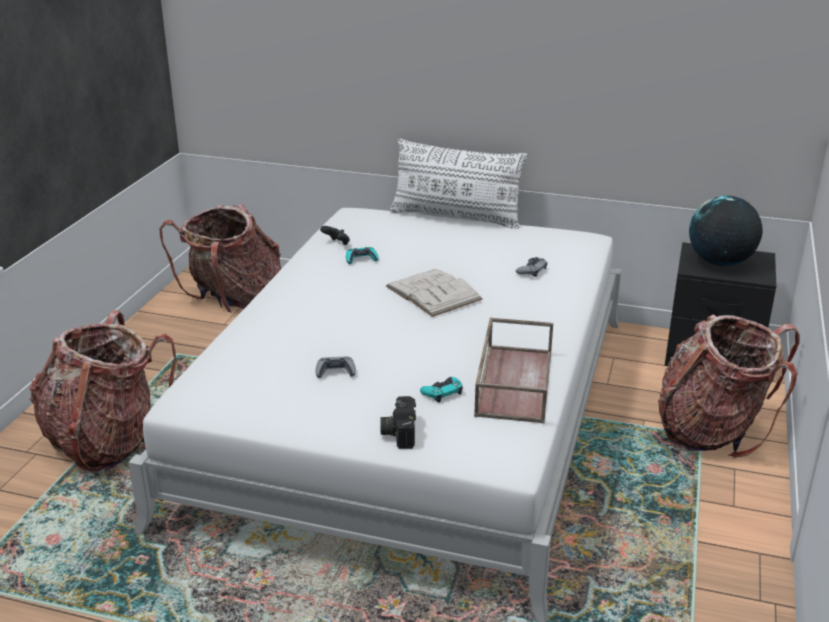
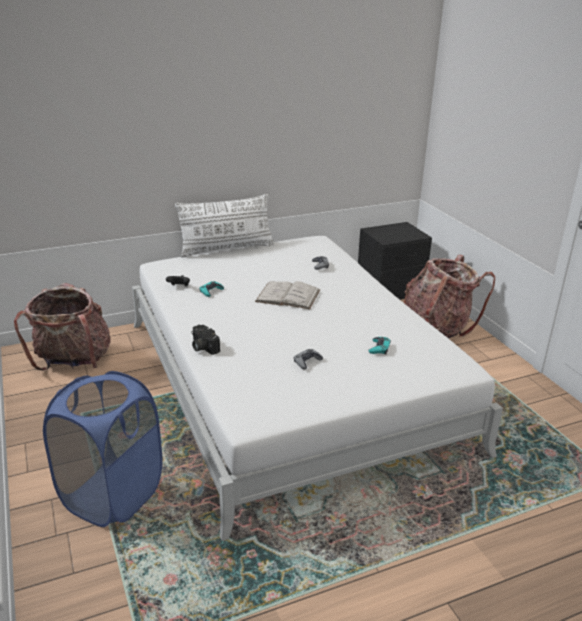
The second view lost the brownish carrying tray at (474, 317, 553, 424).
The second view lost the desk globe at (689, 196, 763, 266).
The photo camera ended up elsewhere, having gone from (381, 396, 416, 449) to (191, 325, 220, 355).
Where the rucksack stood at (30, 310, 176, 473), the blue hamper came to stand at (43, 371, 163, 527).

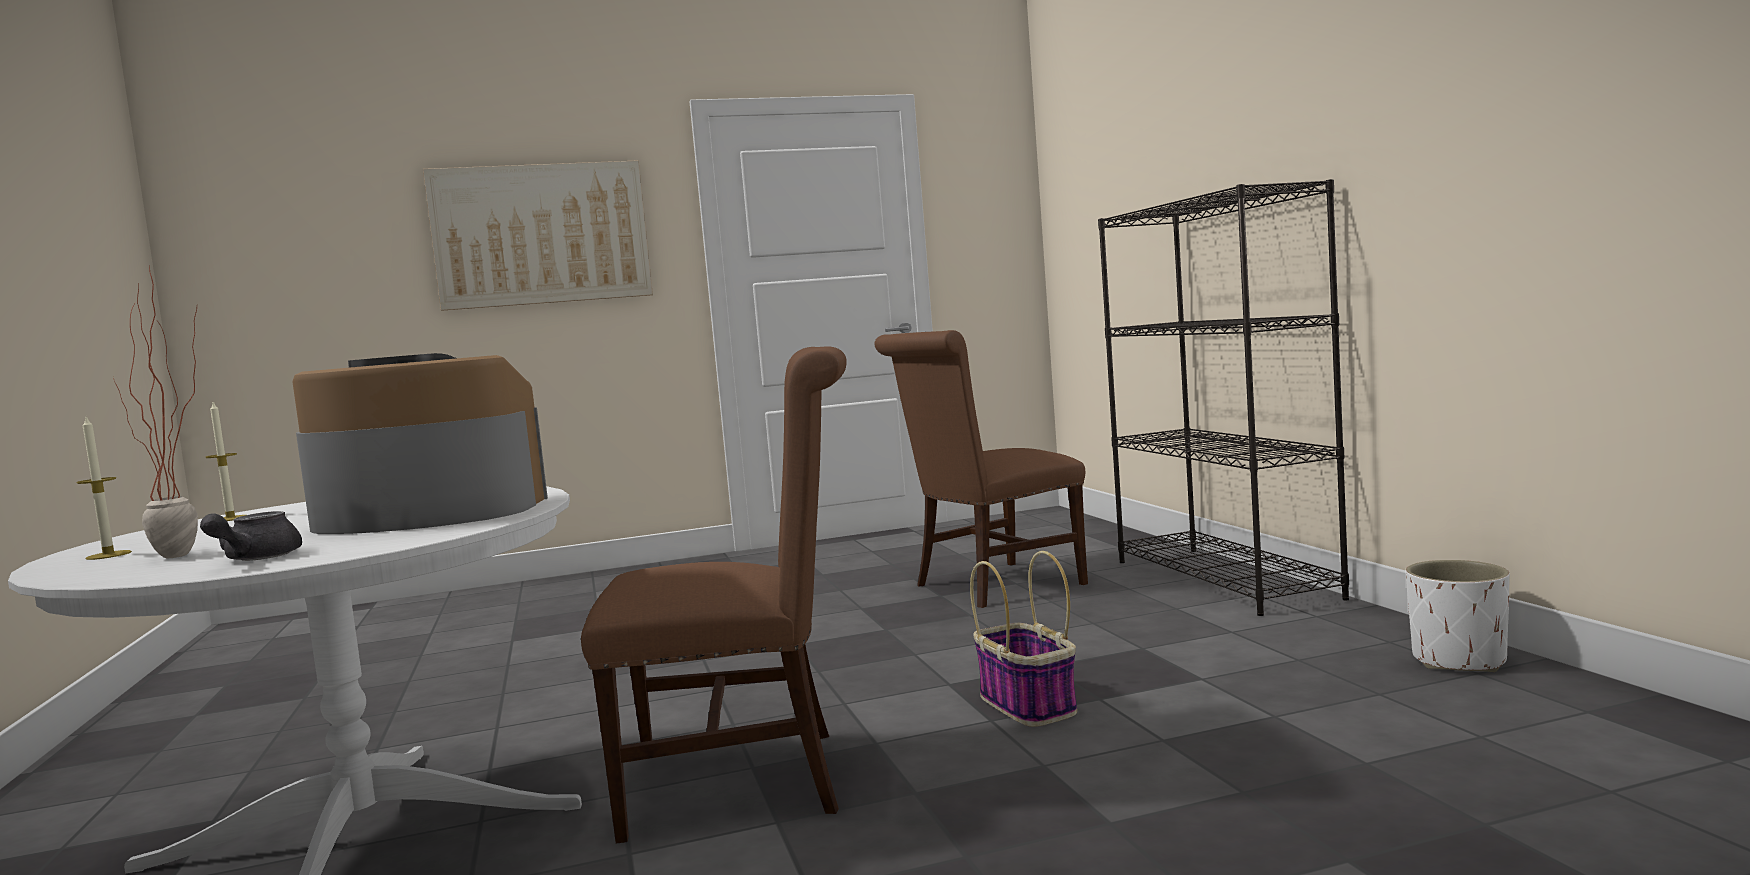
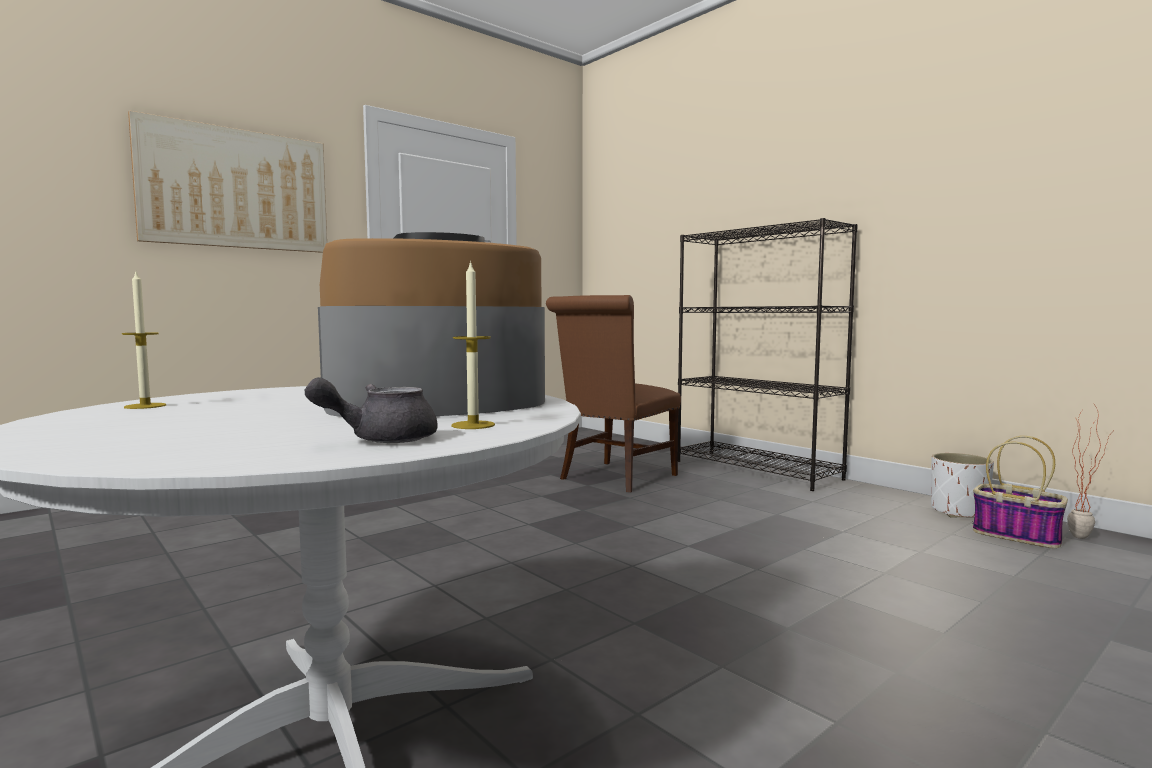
The second view lost the brownish upright chair at (581, 346, 847, 843).
The wax light ended up elsewhere, having gone from (76, 417, 132, 560) to (451, 260, 495, 429).
The potted plant ended up elsewhere, having gone from (113, 266, 198, 558) to (1067, 401, 1110, 539).
The household basket ended up elsewhere, having gone from (970, 551, 1077, 727) to (973, 436, 1068, 548).
The grey teapot at (200, 511, 302, 561) ended up facing another way, 75 degrees clockwise from before.

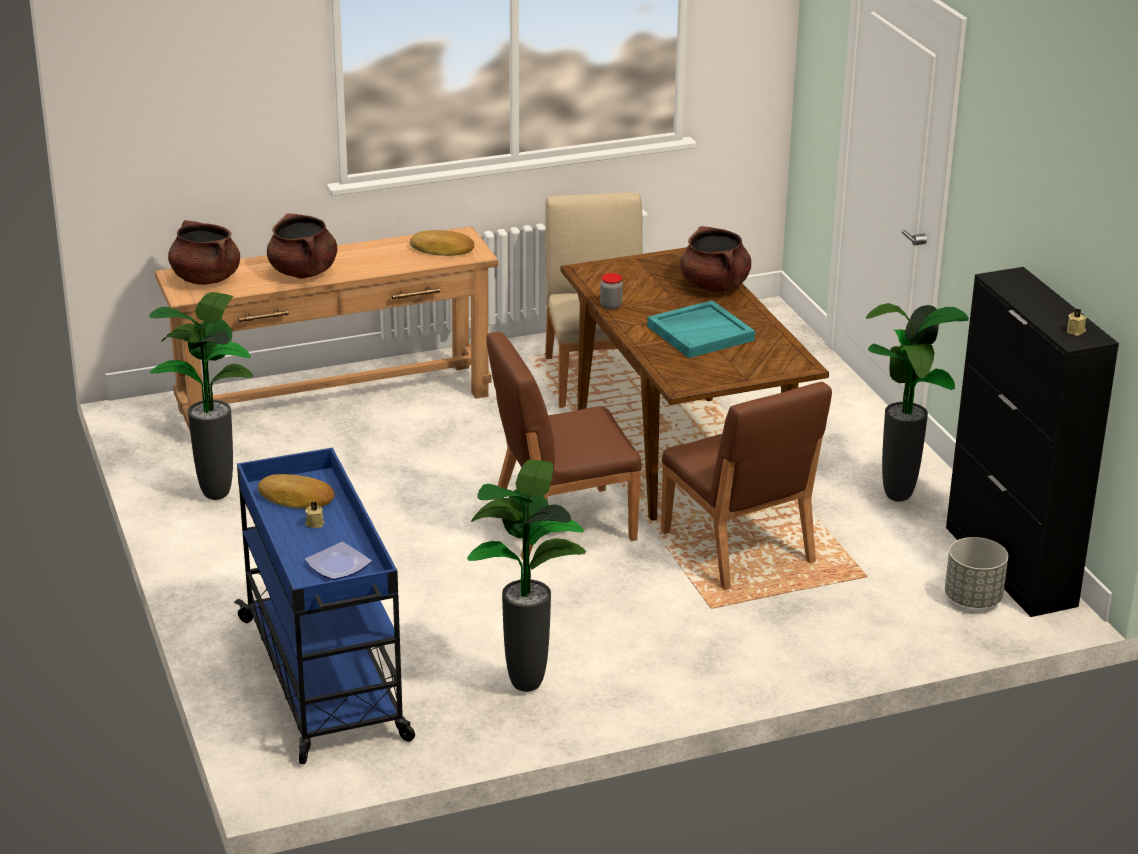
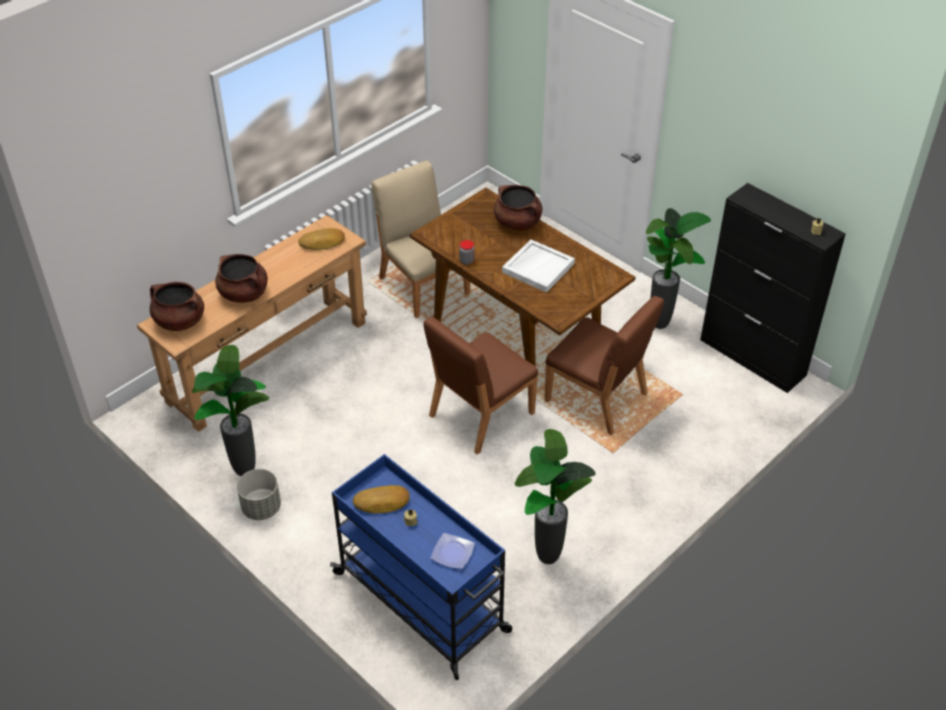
The grey plant pot ended up elsewhere, having gone from (945, 537, 1008, 608) to (237, 469, 281, 520).
What was the turquoise carrying tray at (647, 300, 755, 358) turned into the white-coloured carrying tray at (502, 240, 575, 293).

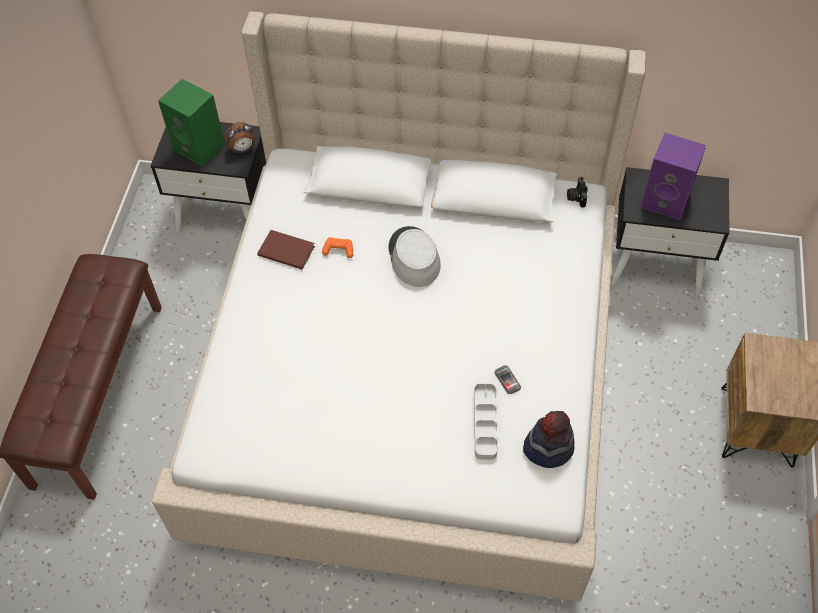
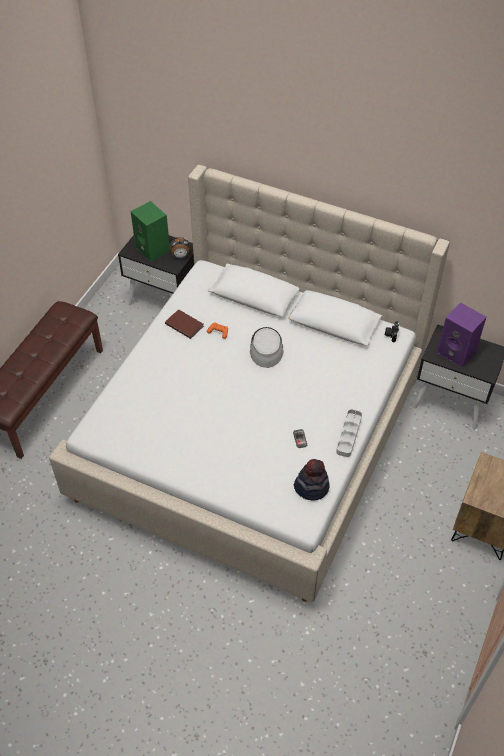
The grey carrying tray ended up elsewhere, having gone from (474, 384, 498, 460) to (336, 409, 362, 457).

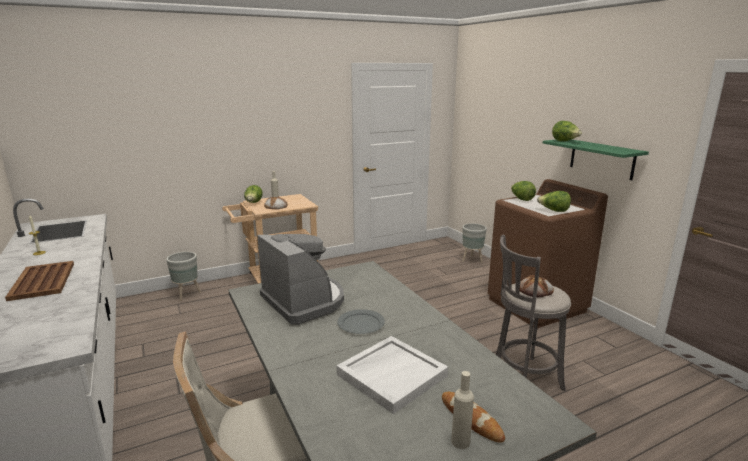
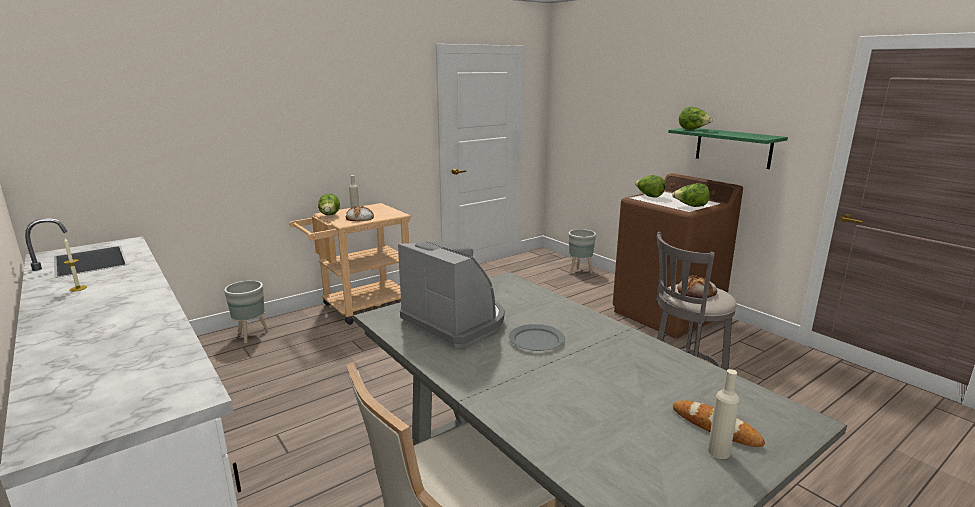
The second view lost the brownish carrying tray at (5, 261, 74, 301).
The second view lost the white-coloured carrying tray at (336, 336, 448, 414).

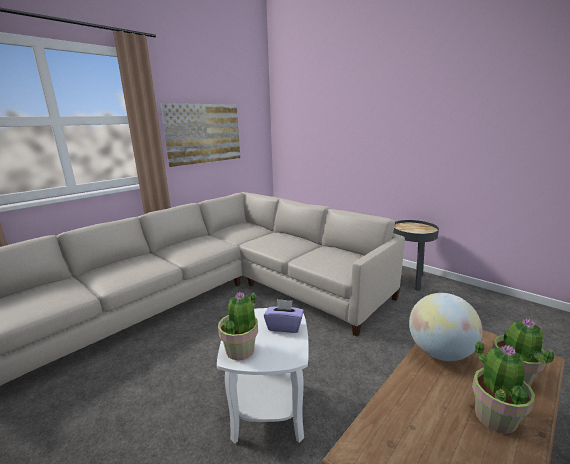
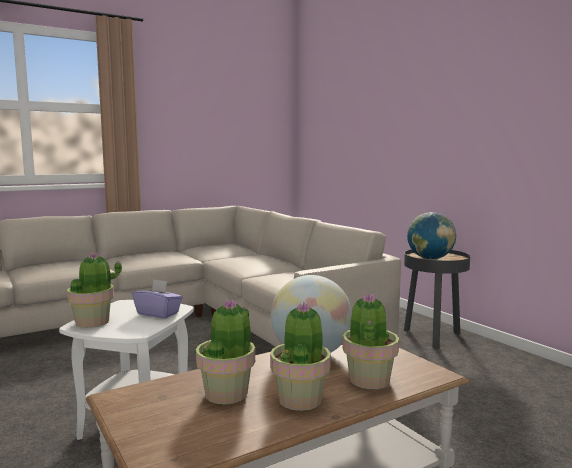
The second view lost the wall picture at (160, 103, 240, 167).
The second view gained the potted plant at (196, 299, 255, 405).
The second view gained the desk globe at (407, 212, 456, 260).

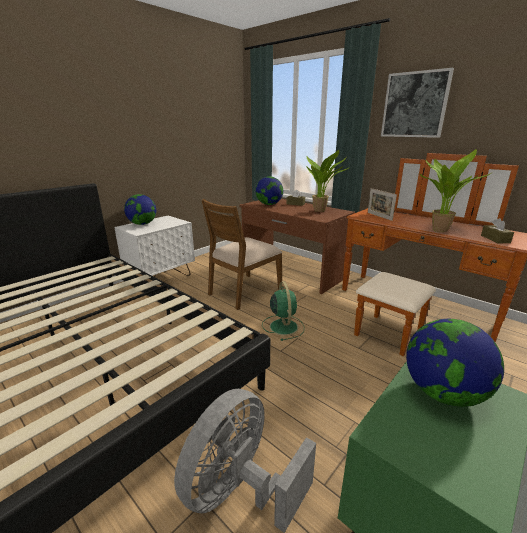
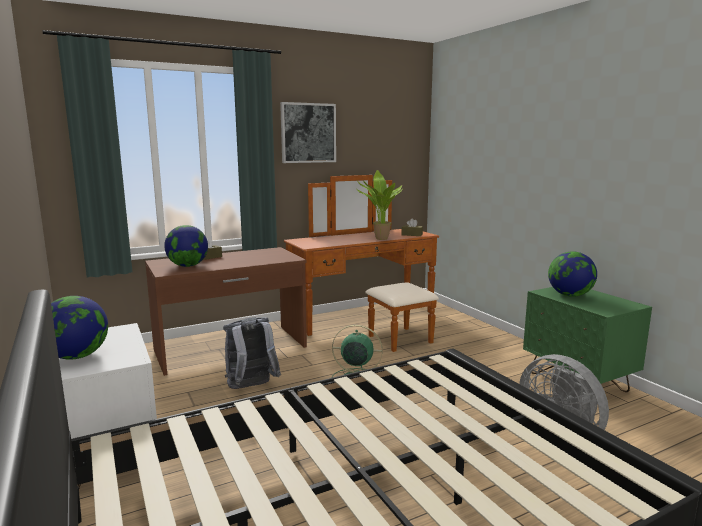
The second view lost the potted plant at (306, 150, 350, 212).
The second view lost the standing frame at (368, 188, 397, 221).
Where the brownish upright chair stood at (201, 199, 282, 310), the grey rucksack came to stand at (223, 317, 281, 389).

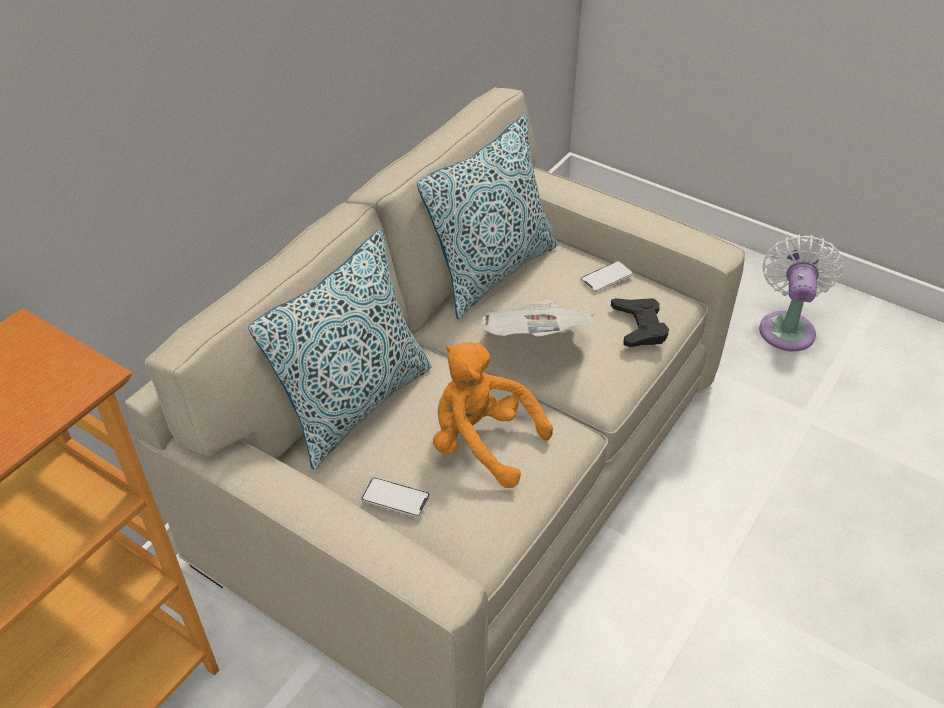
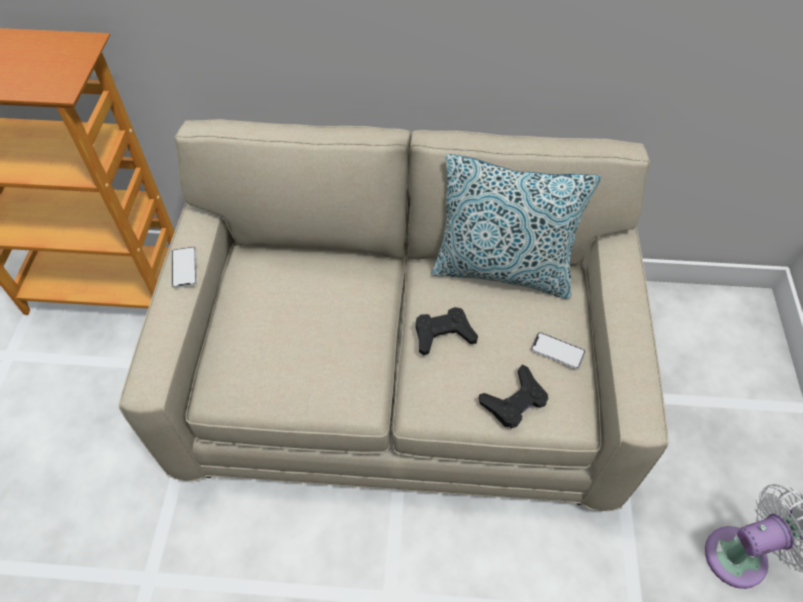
The second view lost the cushion at (248, 228, 432, 470).
The second view lost the orange soft toy at (433, 342, 553, 488).
The handset ended up elsewhere, having gone from (361, 477, 430, 517) to (171, 247, 197, 288).
Where the newspaper stood at (481, 300, 594, 337), the black-coloured gamepad came to stand at (416, 307, 478, 355).

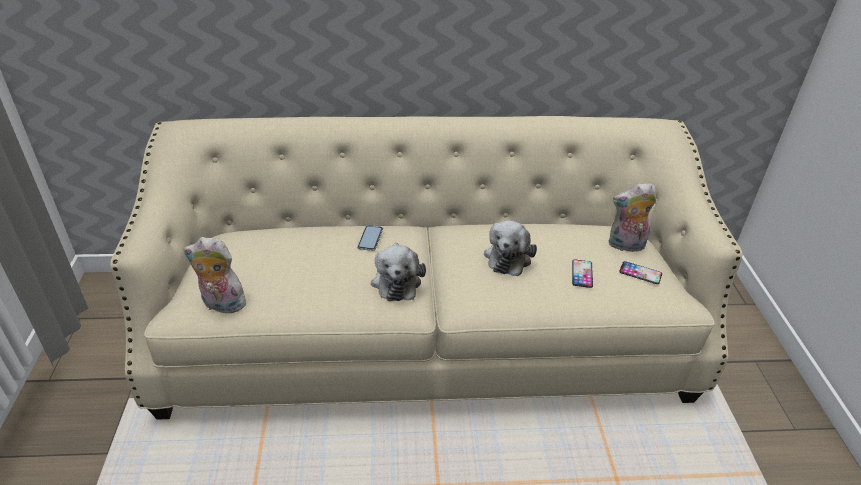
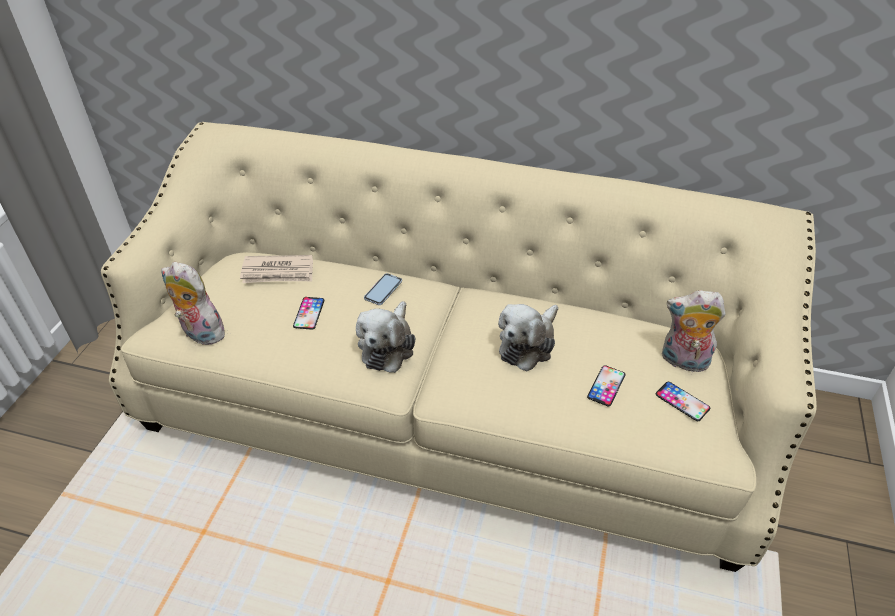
The second view gained the newspaper at (240, 255, 313, 283).
The second view gained the handset at (293, 297, 325, 330).

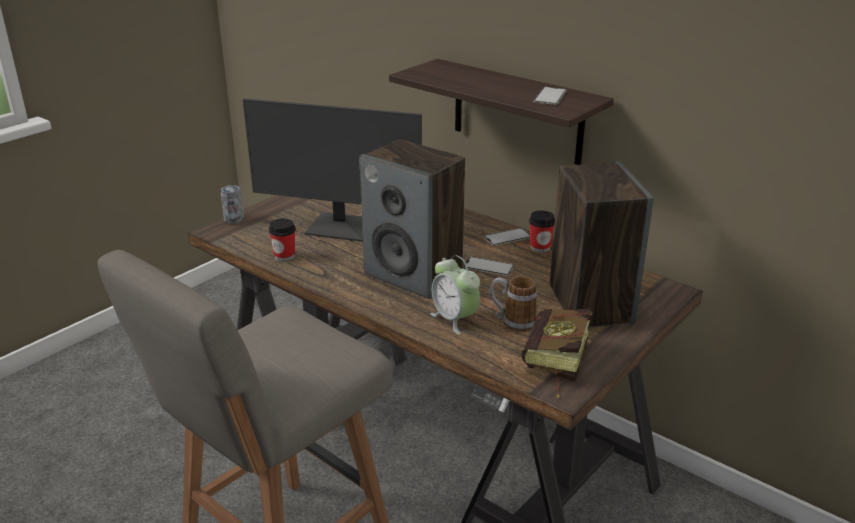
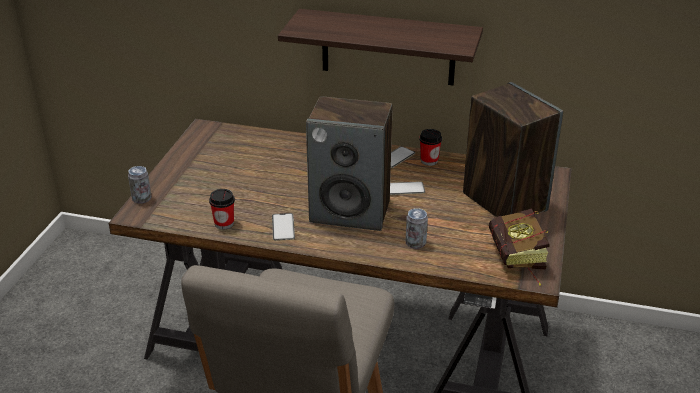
The second view lost the computer display at (243, 98, 422, 242).
The second view lost the tea mug at (490, 276, 537, 332).
The handset ended up elsewhere, having gone from (533, 87, 567, 105) to (272, 213, 295, 241).
Where the bedside clock stood at (430, 255, 480, 335), the sealed can came to stand at (406, 208, 428, 249).

